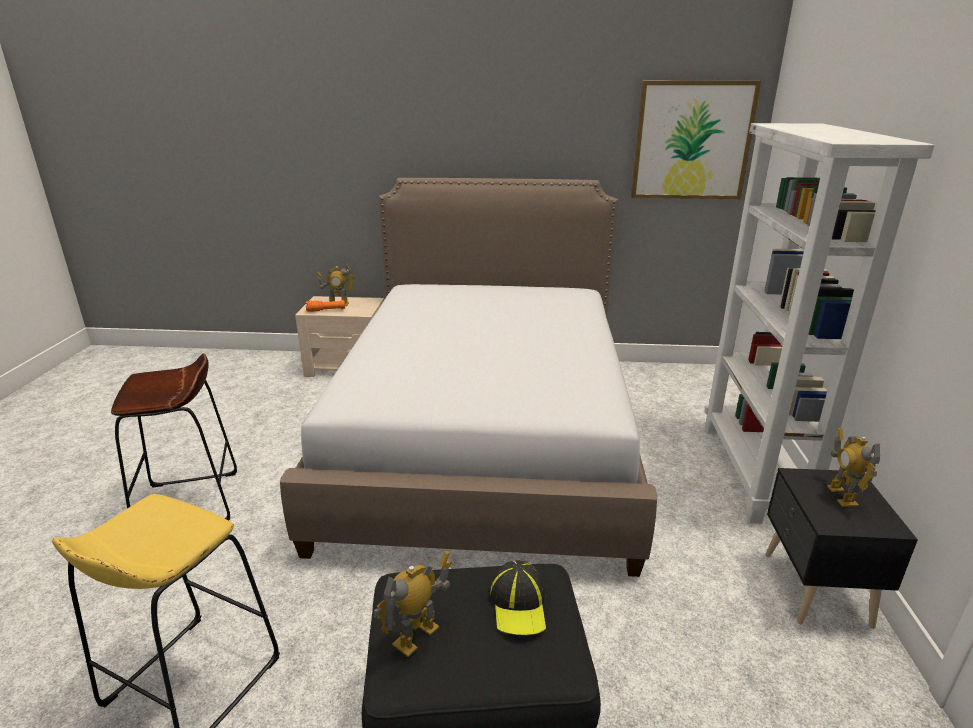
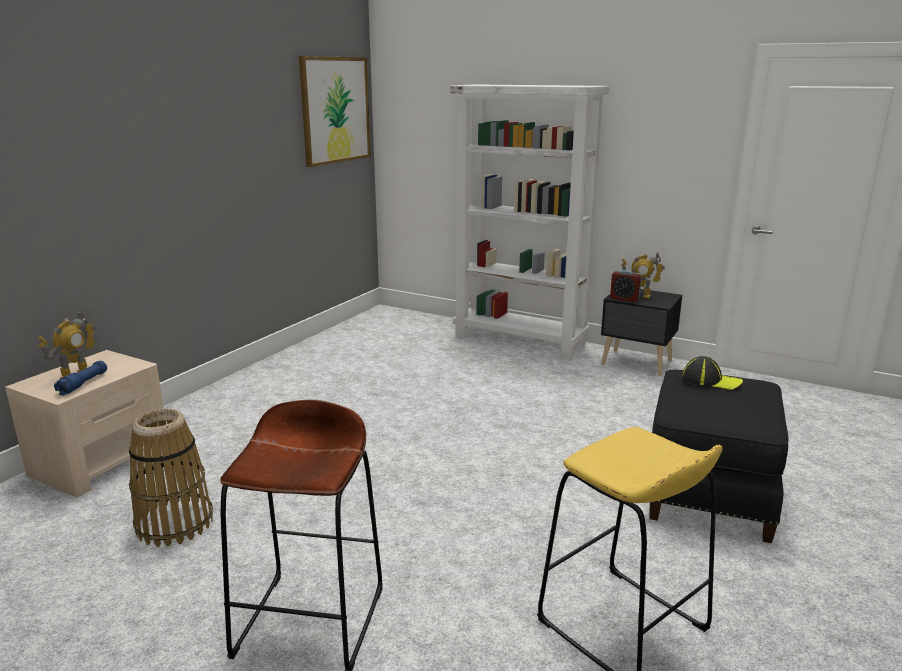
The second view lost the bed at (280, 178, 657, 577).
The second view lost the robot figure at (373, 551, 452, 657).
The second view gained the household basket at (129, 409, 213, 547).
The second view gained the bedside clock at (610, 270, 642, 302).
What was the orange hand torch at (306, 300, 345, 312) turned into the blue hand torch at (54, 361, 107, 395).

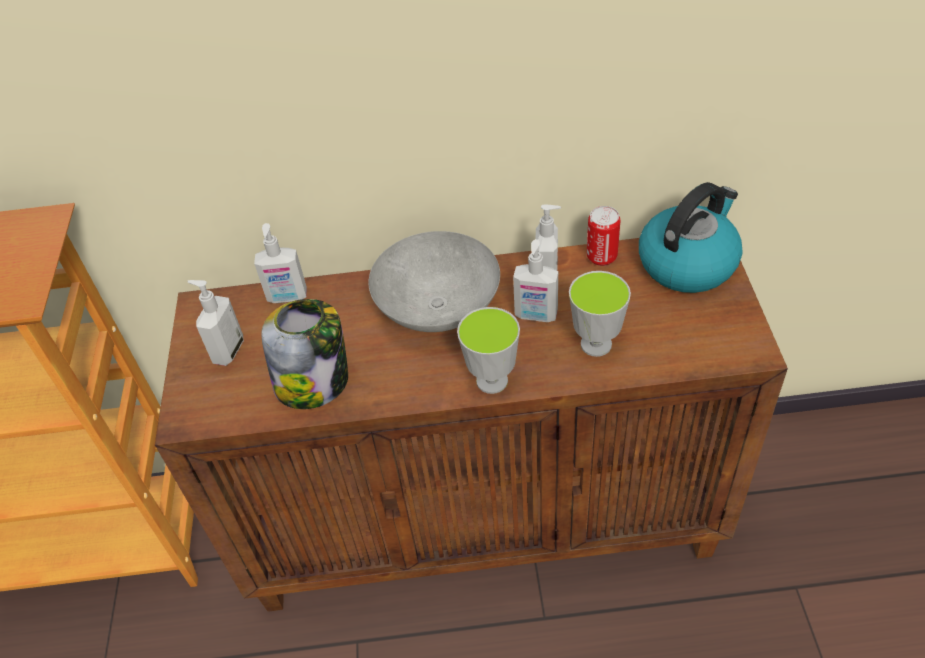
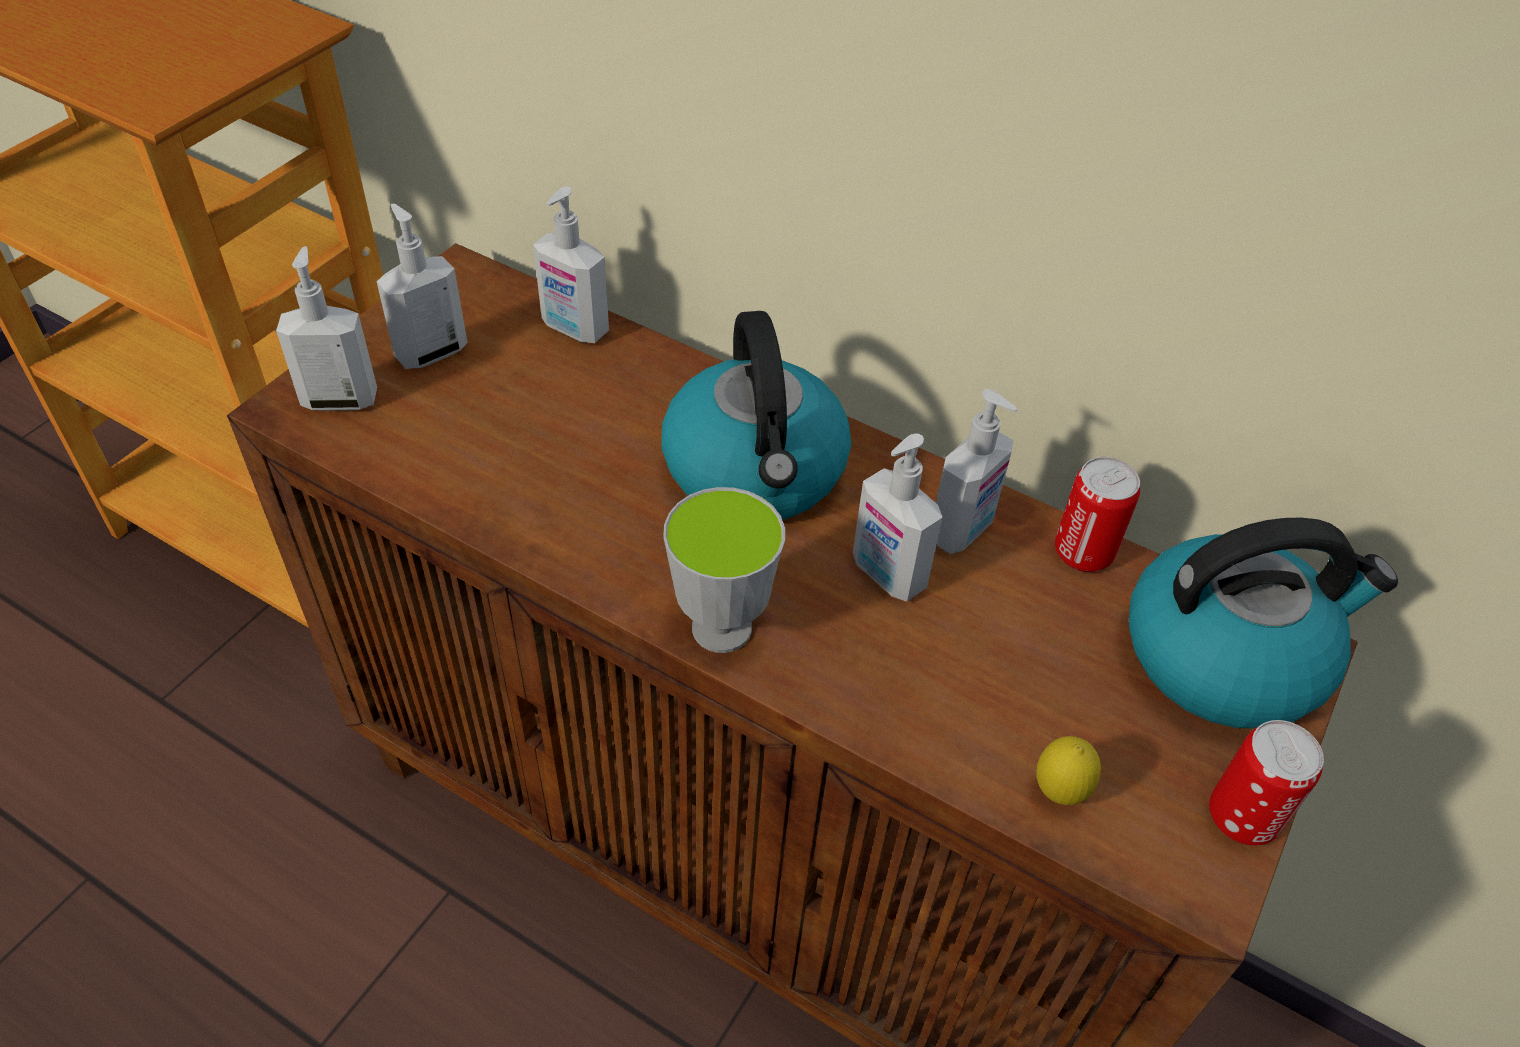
The second view lost the jar at (261, 299, 348, 409).
The second view lost the small cup at (569, 271, 631, 357).
The second view gained the liquid soap bottle at (276, 246, 377, 411).
The second view gained the citrus fruit at (1037, 736, 1101, 805).
The second view gained the sealed can at (1209, 720, 1324, 846).
Where the grey deep dish stood at (369, 231, 500, 332), the tea kettle came to stand at (661, 311, 851, 520).

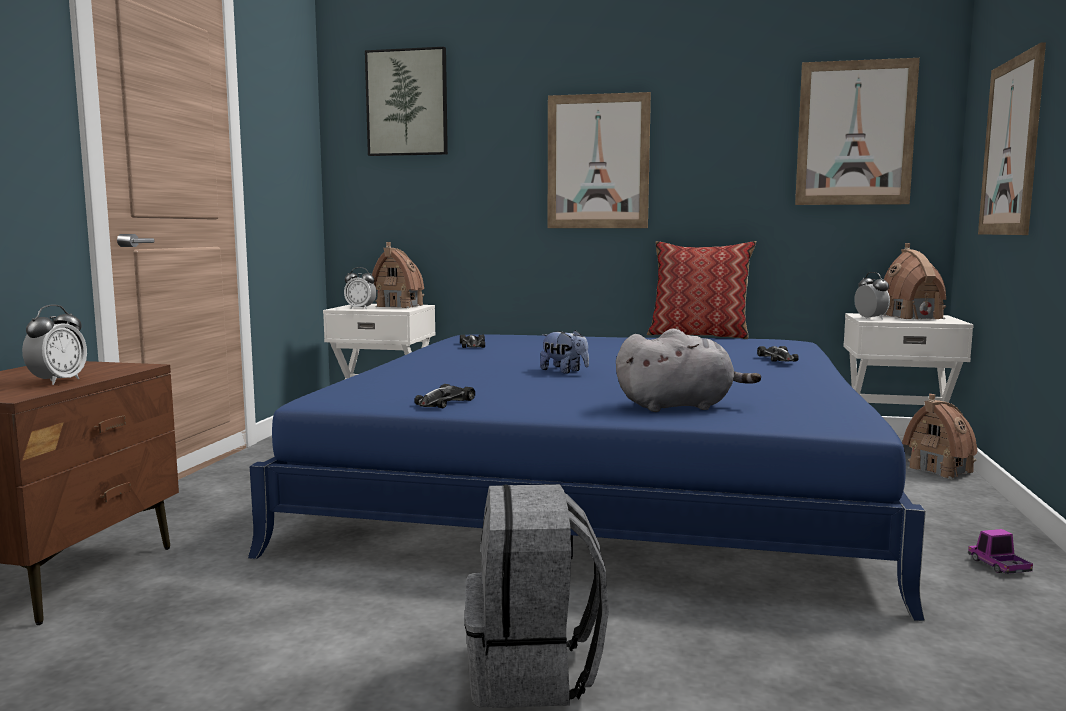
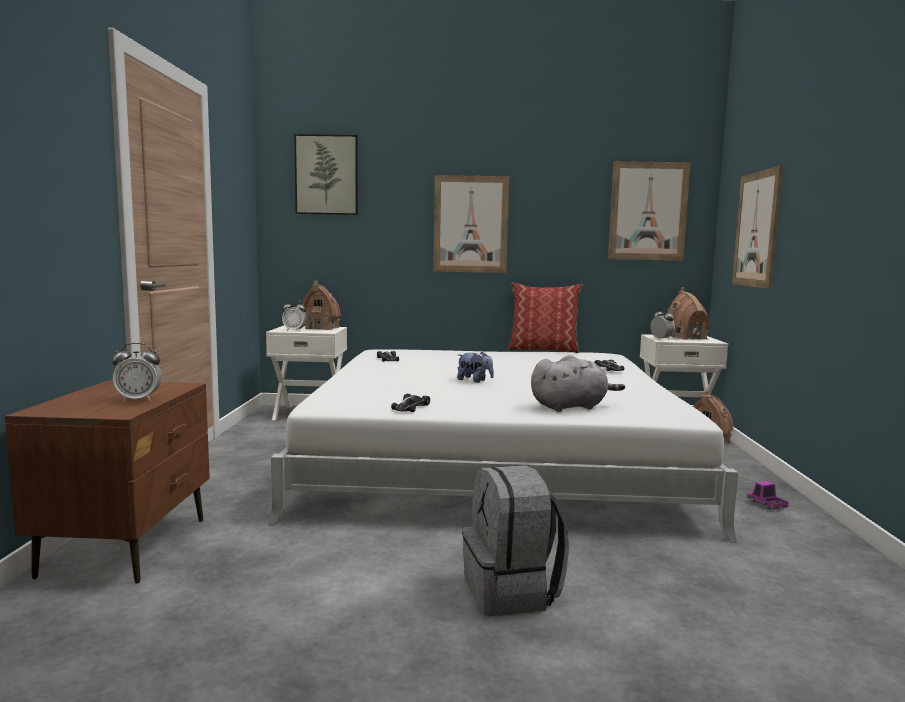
What was the blue bed at (248, 334, 926, 621) turned into the white-coloured bed at (268, 349, 738, 542).
The bedside clock at (22, 304, 87, 385) ended up facing another way, 75 degrees clockwise from before.

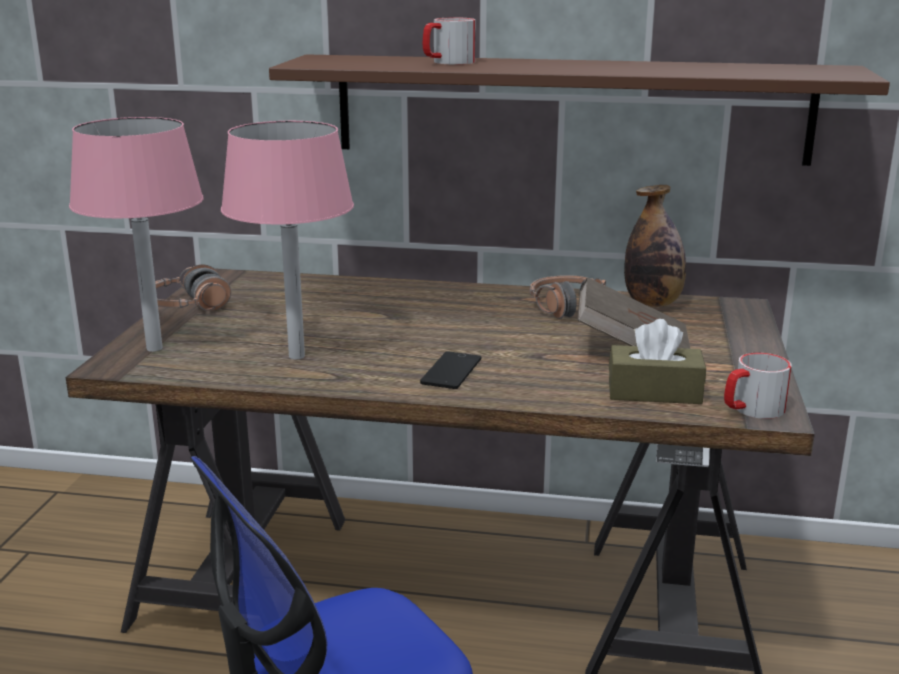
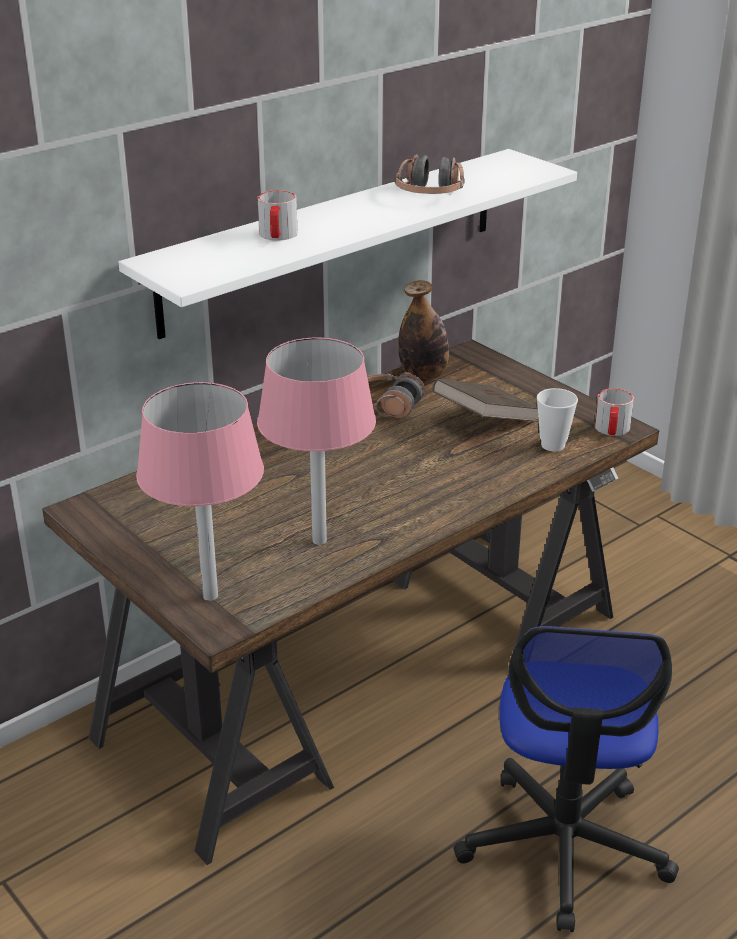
The second view lost the handset at (420, 351, 481, 389).
The headset ended up elsewhere, having gone from (155, 264, 231, 311) to (394, 154, 465, 194).
Where the brownish tissue holder stood at (609, 319, 706, 404), the small cup came to stand at (537, 388, 578, 451).
What was the brownish shelf at (269, 54, 890, 166) turned into the white-coloured shelf at (118, 149, 577, 339).

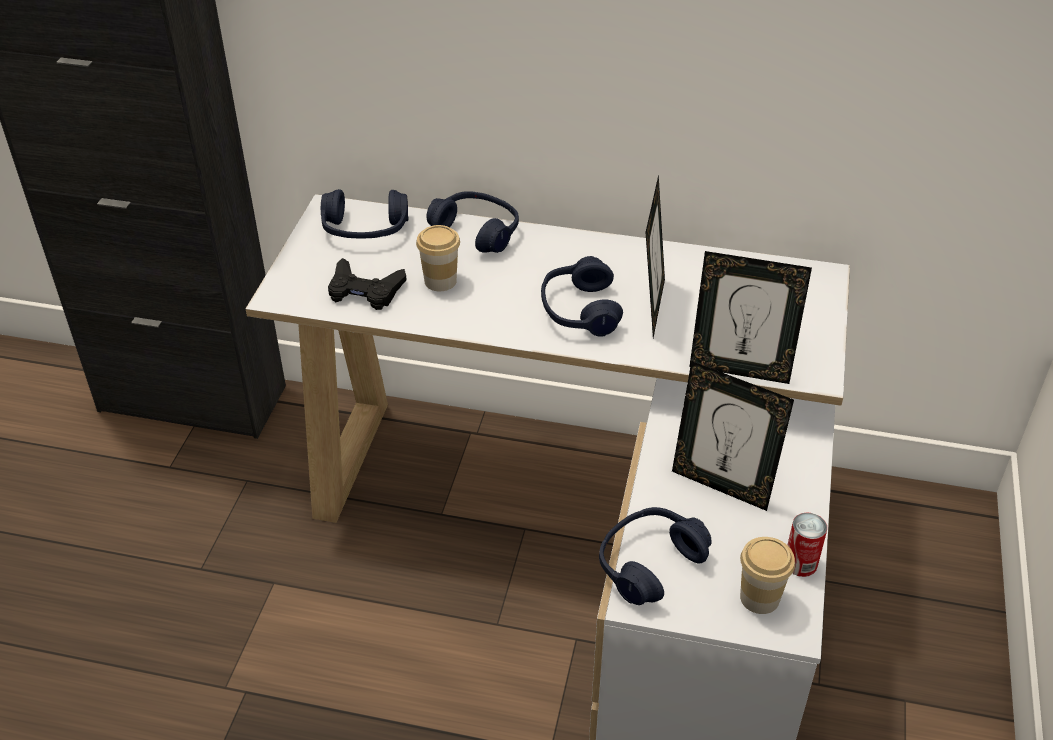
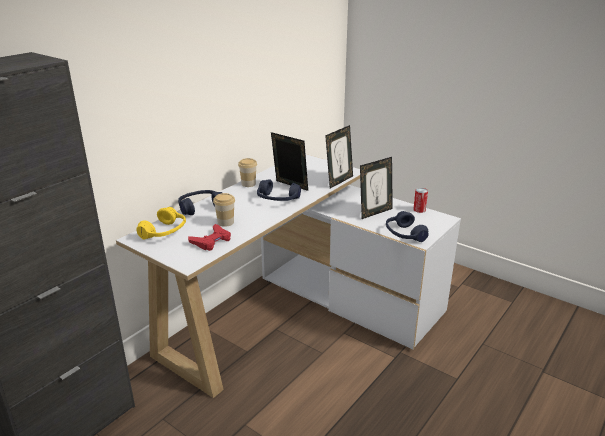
The small cup ended up elsewhere, having gone from (740, 537, 795, 614) to (238, 158, 257, 187).
What was the blue headset at (321, 189, 408, 239) turned into the yellowish headset at (136, 207, 186, 239).
What was the black-coloured gamepad at (328, 258, 407, 310) turned into the red-coloured gamepad at (188, 224, 231, 251).

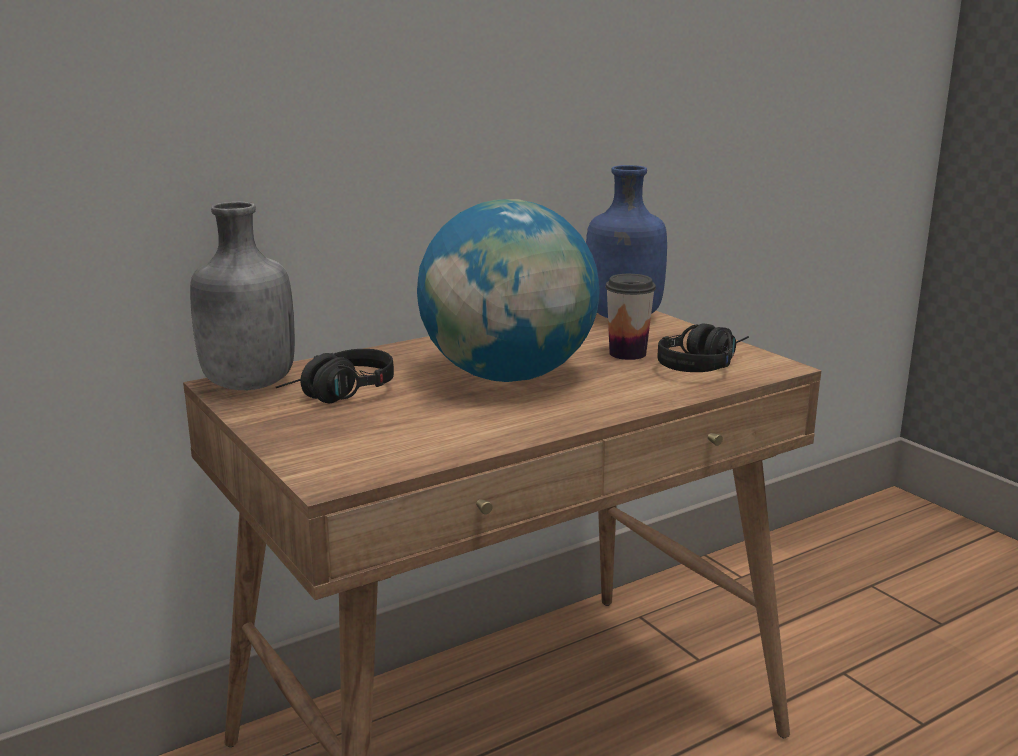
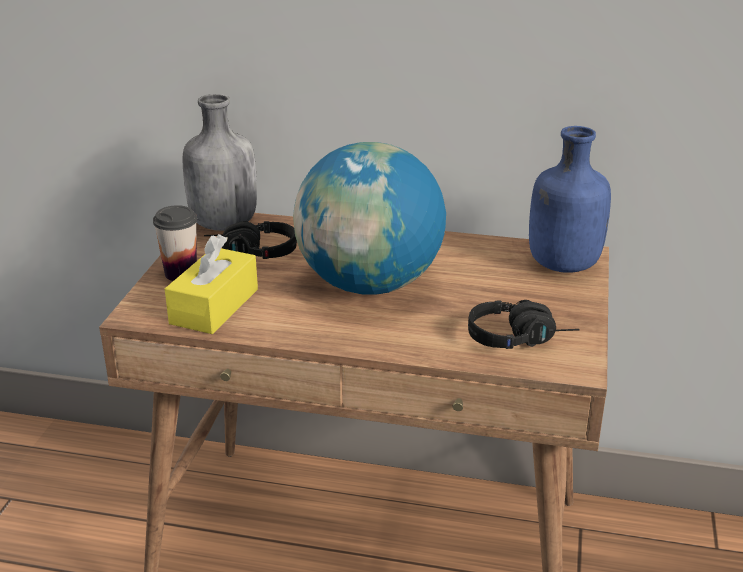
The second view gained the yellowish tissue holder at (165, 234, 258, 334).
The small cup ended up elsewhere, having gone from (606, 274, 656, 360) to (153, 205, 197, 281).

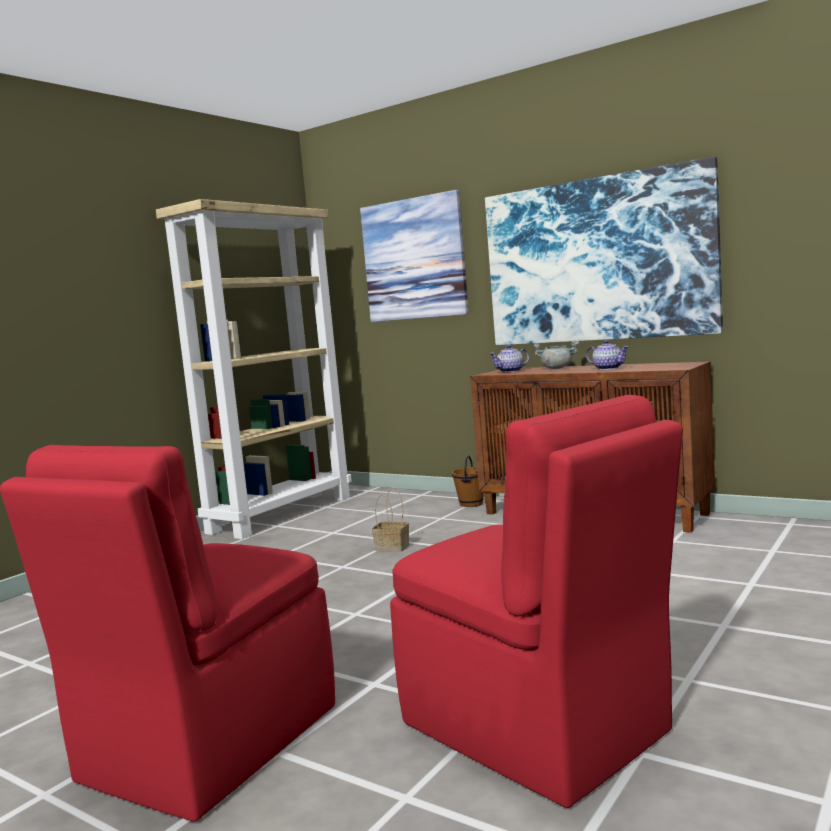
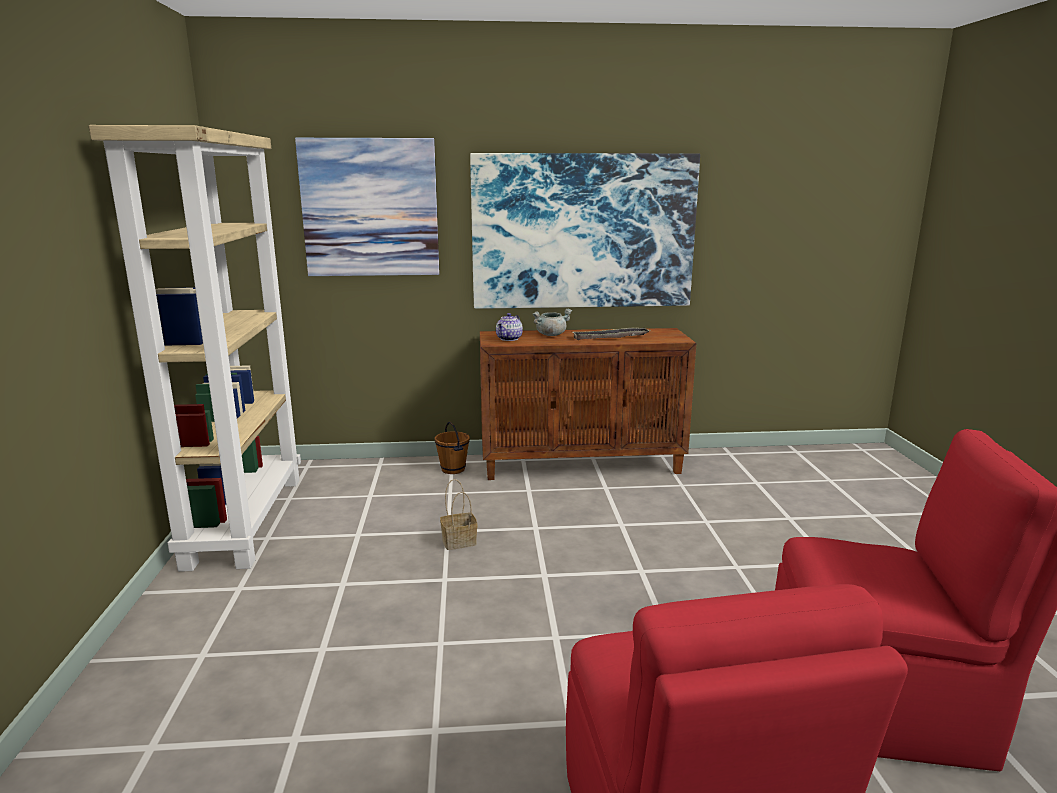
Where the teapot stood at (586, 340, 629, 370), the carrying tray came to stand at (572, 328, 651, 340).

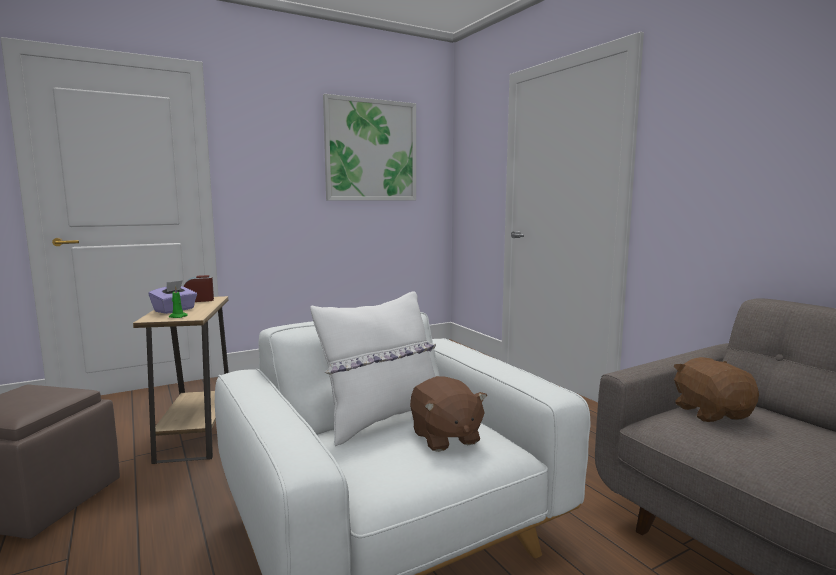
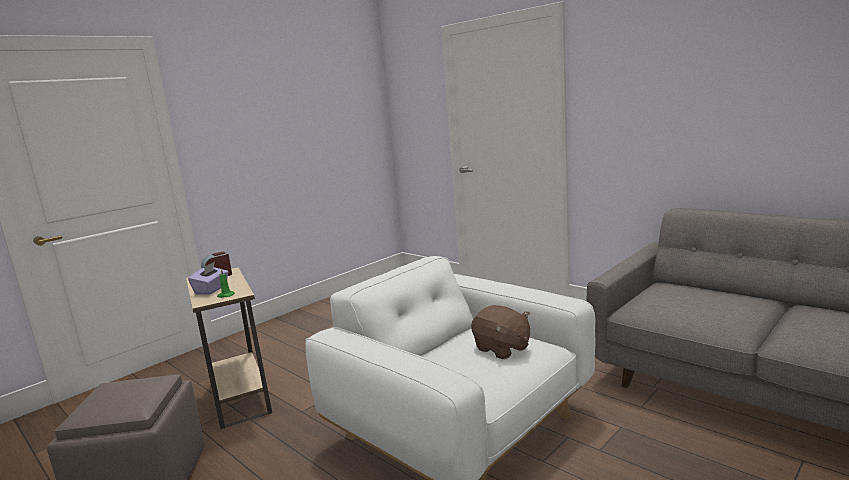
The second view lost the white-coloured cushion at (310, 291, 436, 446).
The second view lost the wall picture at (323, 94, 416, 200).
The second view lost the brownish soft toy at (673, 357, 759, 422).

